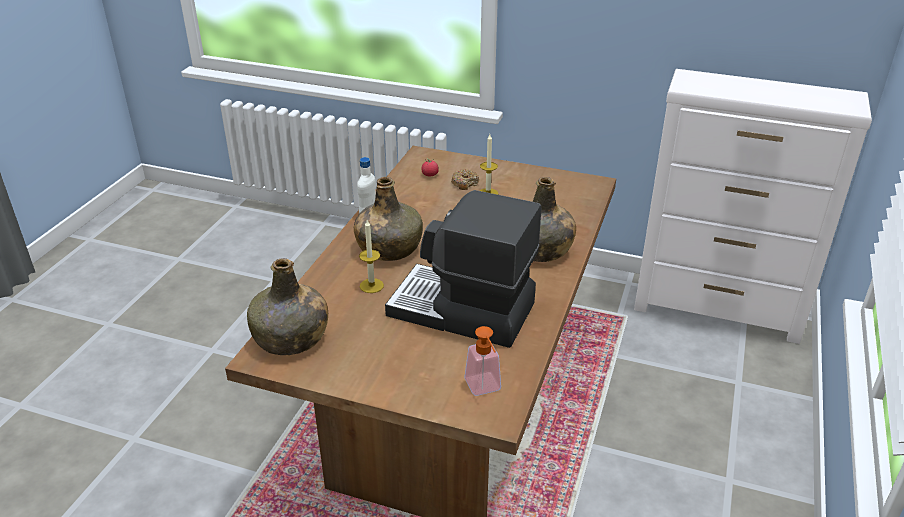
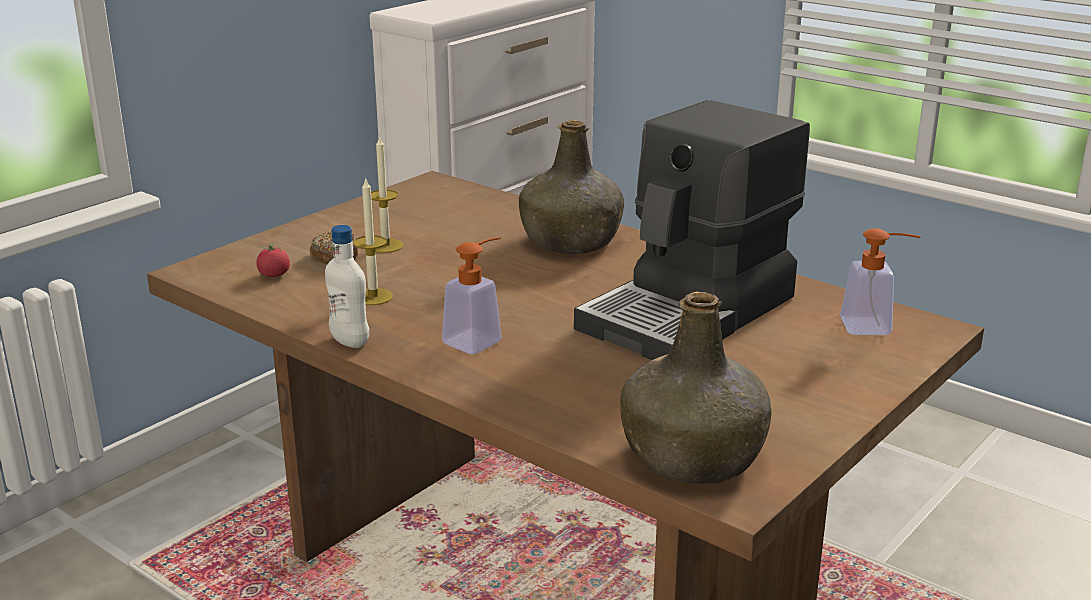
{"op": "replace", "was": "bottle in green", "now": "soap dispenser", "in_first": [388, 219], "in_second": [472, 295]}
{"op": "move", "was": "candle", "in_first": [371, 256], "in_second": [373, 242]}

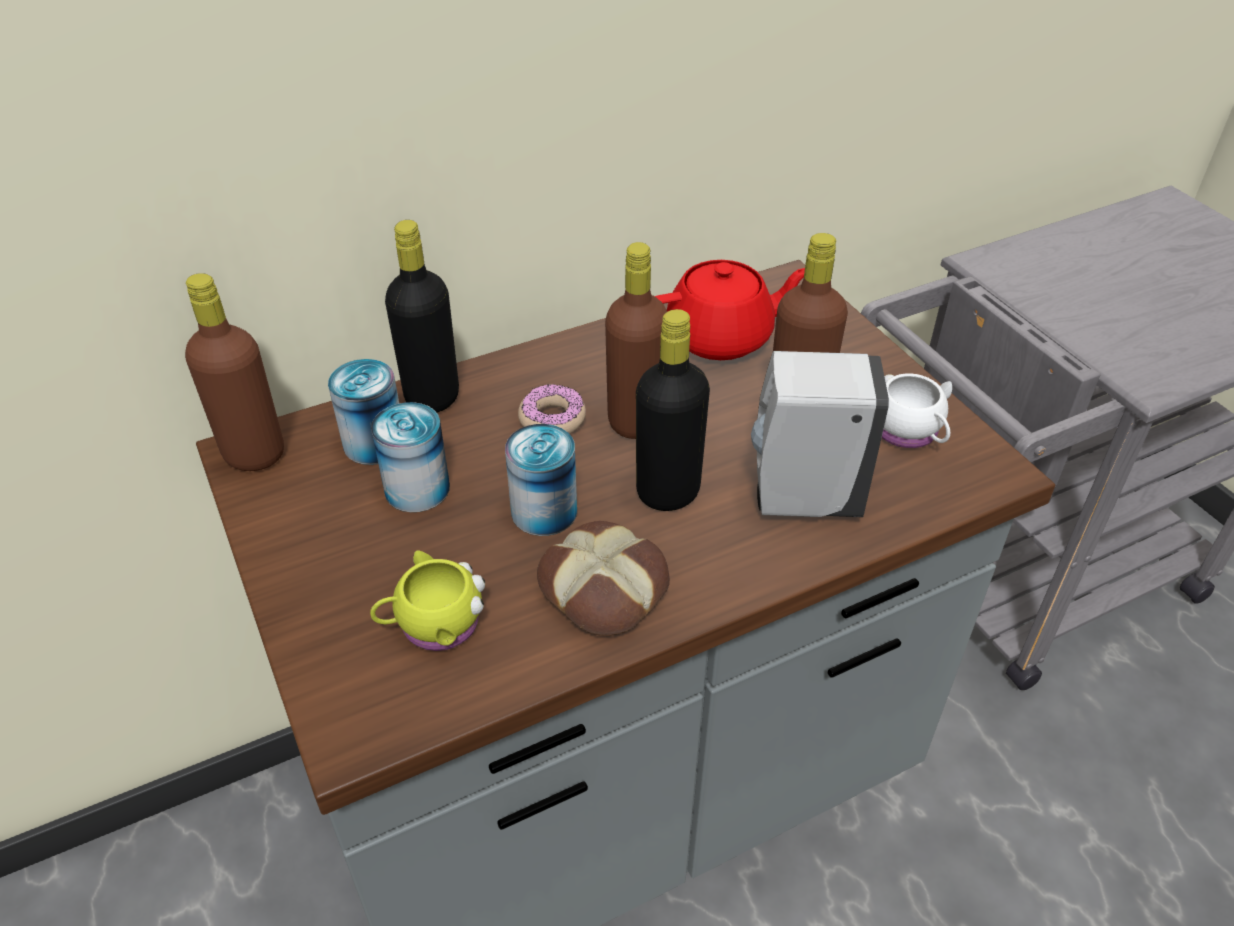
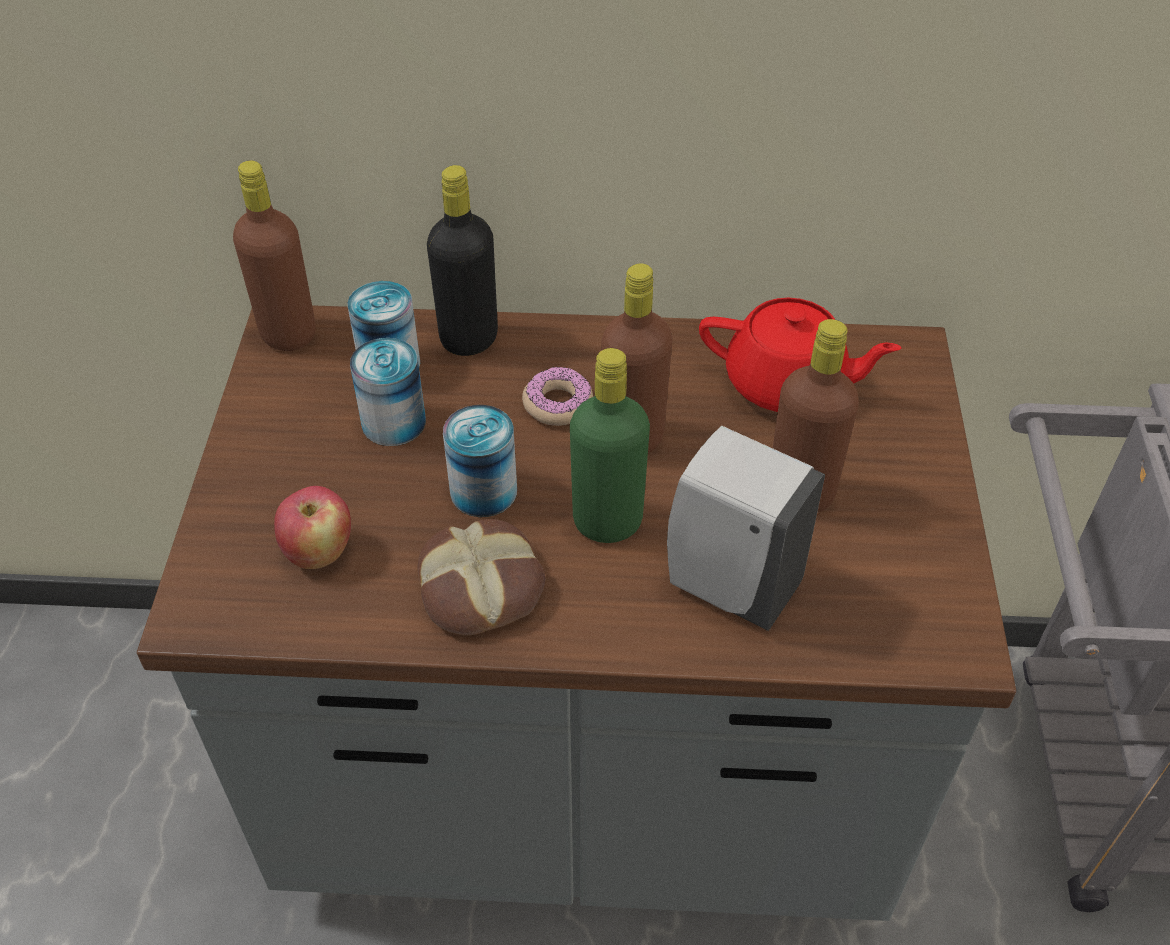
{"op": "recolor", "was": "bottle in black", "now": "bottle in green", "in_first": [673, 410], "in_second": [610, 445]}
{"op": "delete", "was": "mug in white", "in_first": [917, 410]}
{"op": "replace", "was": "mug in yellow", "now": "apple", "in_first": [427, 600], "in_second": [312, 527]}

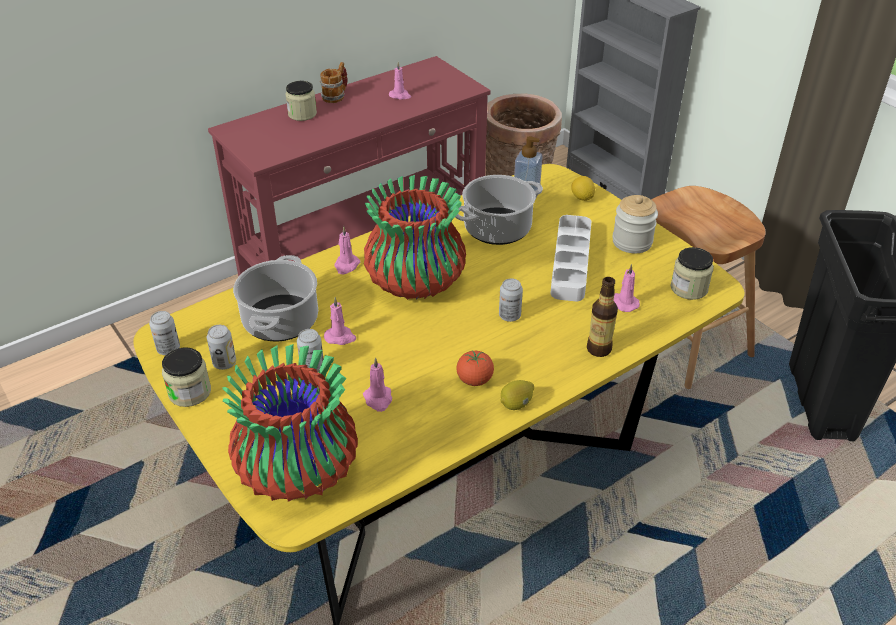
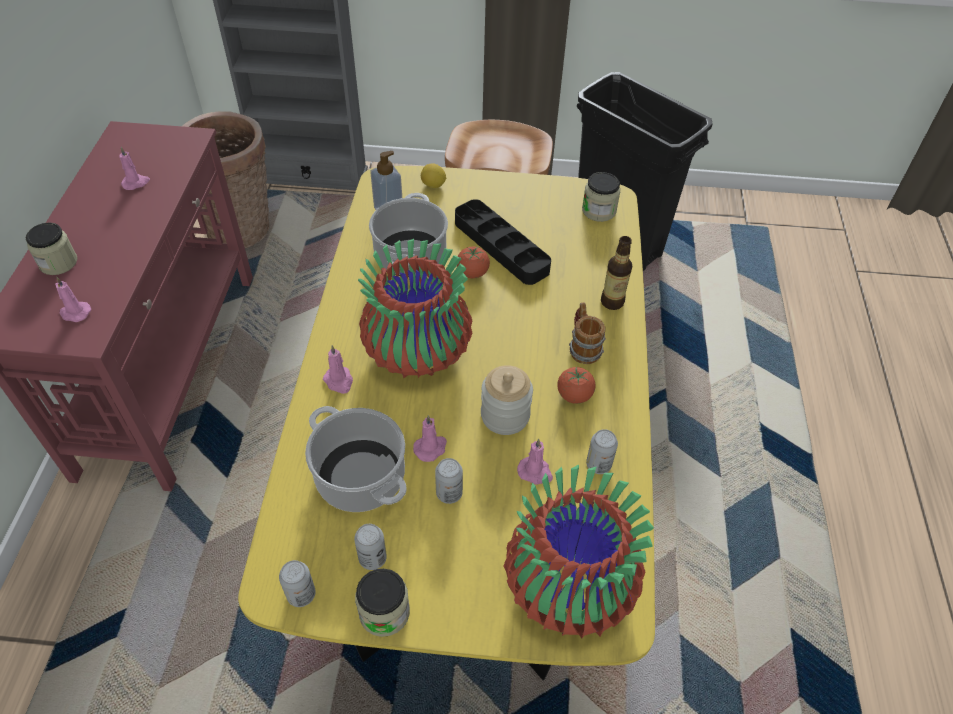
{"op": "move", "was": "mug", "in_first": [334, 82], "in_second": [587, 333]}
{"op": "move", "was": "jar", "in_first": [635, 224], "in_second": [507, 400]}
{"op": "recolor", "was": "tray in white", "now": "tray in black", "in_first": [570, 258], "in_second": [503, 242]}
{"op": "move", "was": "candle in pink", "in_first": [627, 288], "in_second": [73, 299]}
{"op": "move", "was": "can", "in_first": [511, 300], "in_second": [602, 451]}
{"op": "delete", "was": "lemon", "in_first": [517, 395]}
{"op": "insert", "now": "tomato", "in_second": [473, 262]}

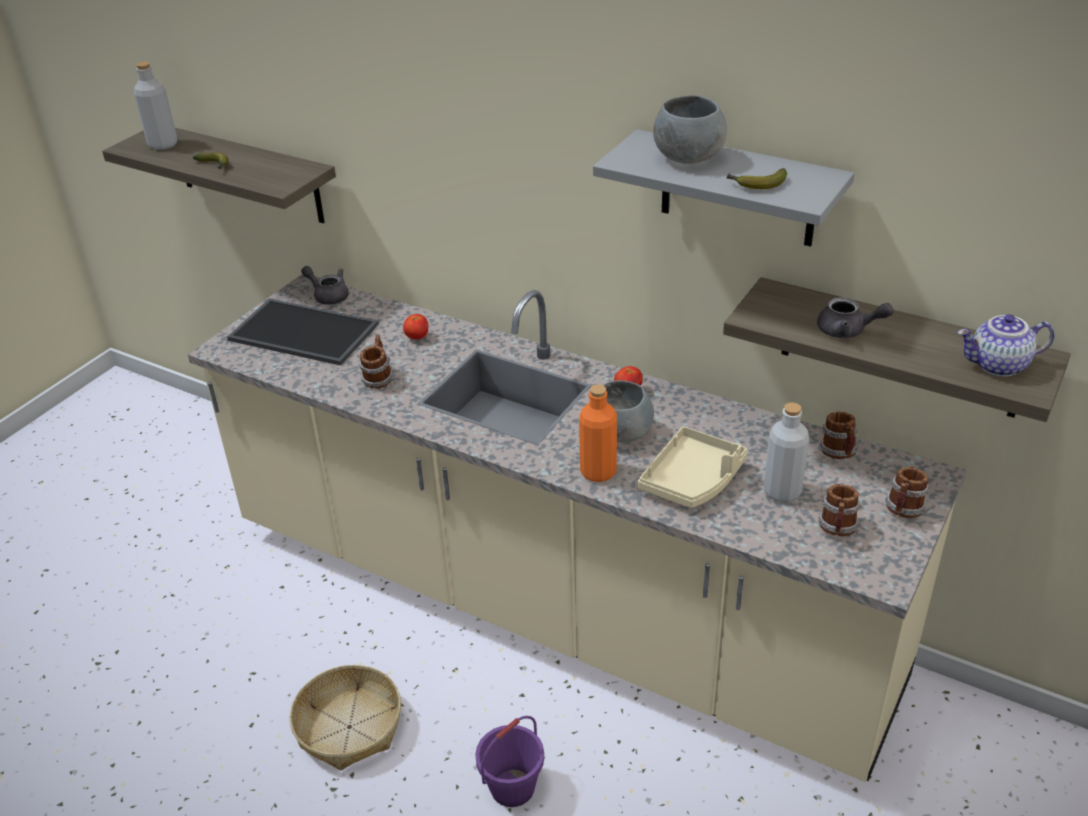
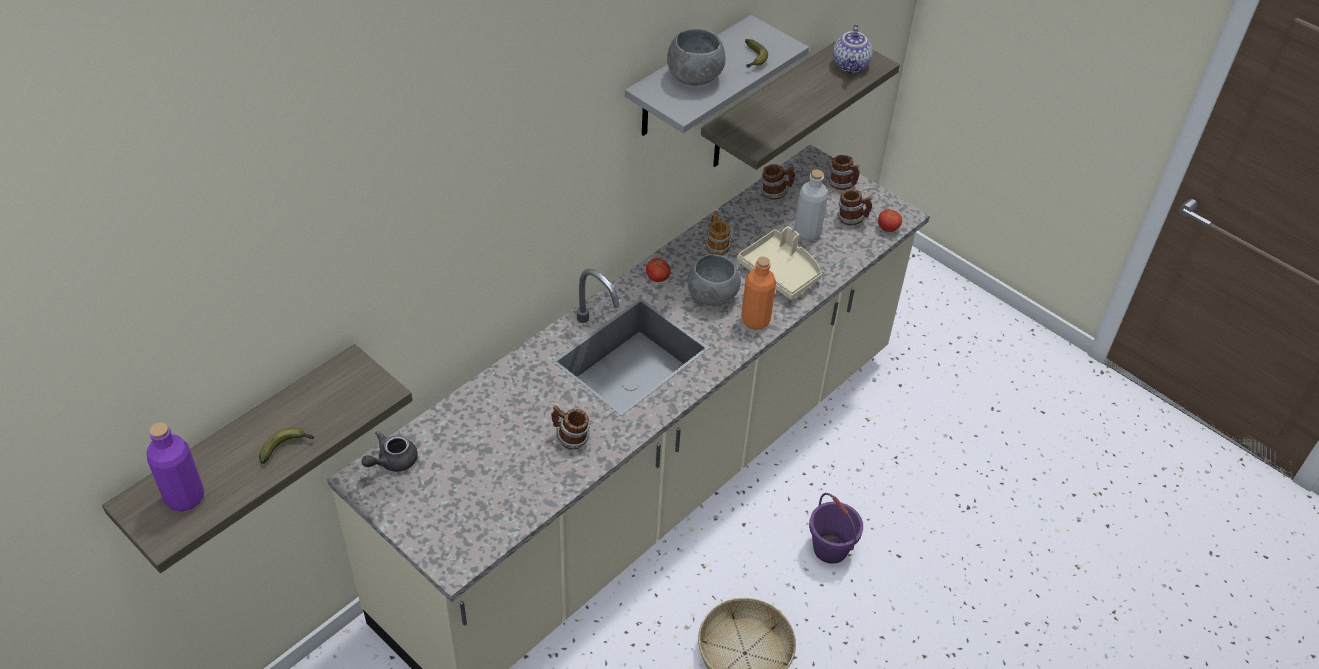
{"op": "recolor", "was": "bottle in grey", "now": "bottle in purple", "in_first": [156, 106], "in_second": [175, 467]}
{"op": "delete", "was": "teapot in grey", "in_first": [855, 317]}
{"op": "delete", "was": "tray", "in_first": [303, 331]}
{"op": "move", "was": "tomato", "in_first": [415, 327], "in_second": [890, 221]}
{"op": "insert", "now": "mug", "in_second": [718, 233]}

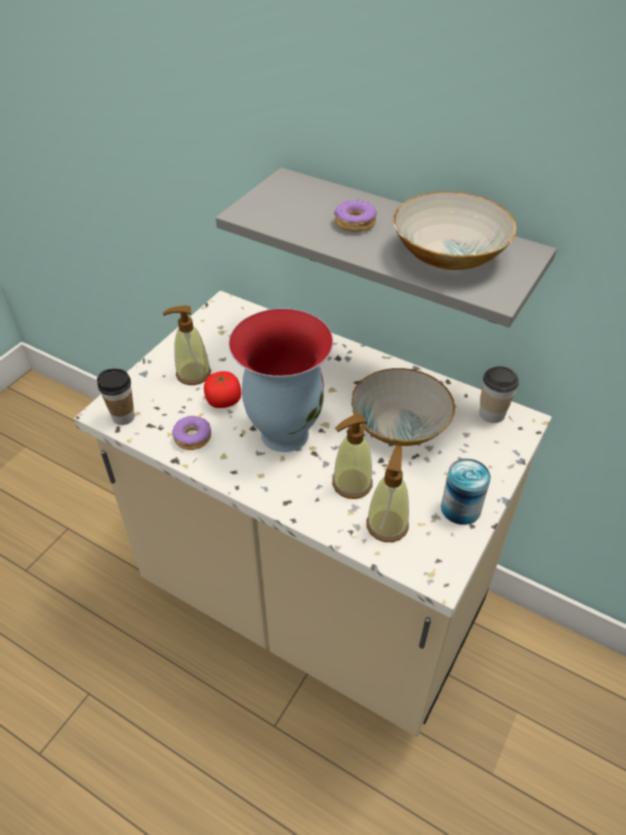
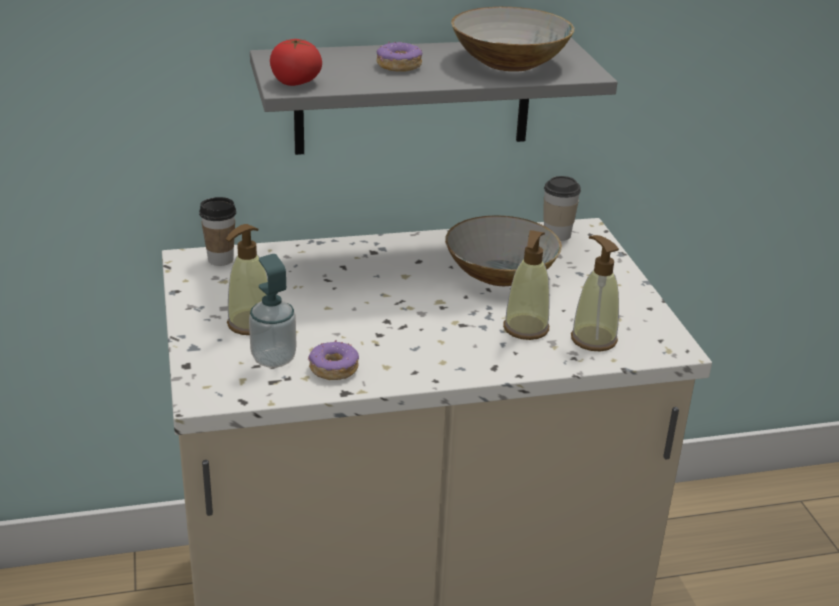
{"op": "delete", "was": "vase", "in_first": [281, 380]}
{"op": "move", "was": "cup", "in_first": [116, 396], "in_second": [217, 231]}
{"op": "move", "was": "tomato", "in_first": [222, 389], "in_second": [296, 62]}
{"op": "delete", "was": "can", "in_first": [466, 492]}
{"op": "insert", "now": "soap dispenser", "in_second": [272, 311]}

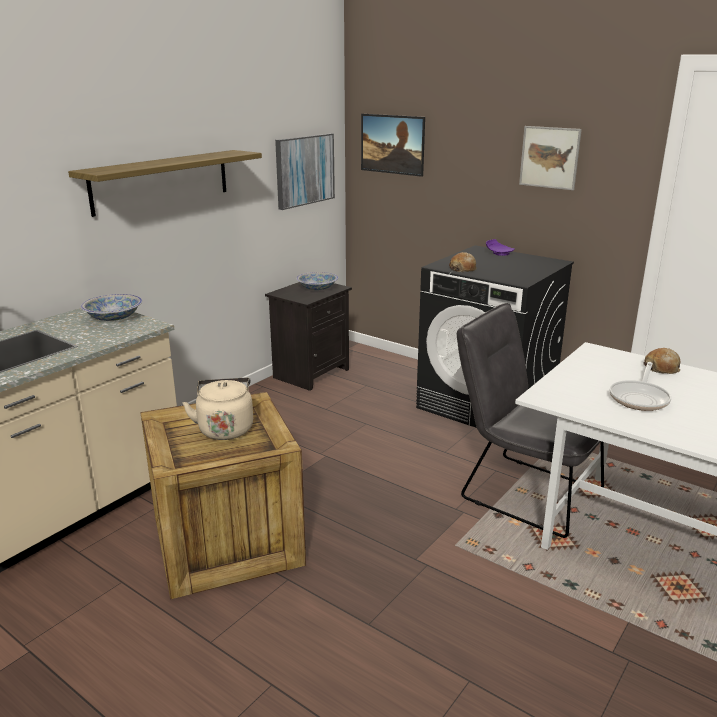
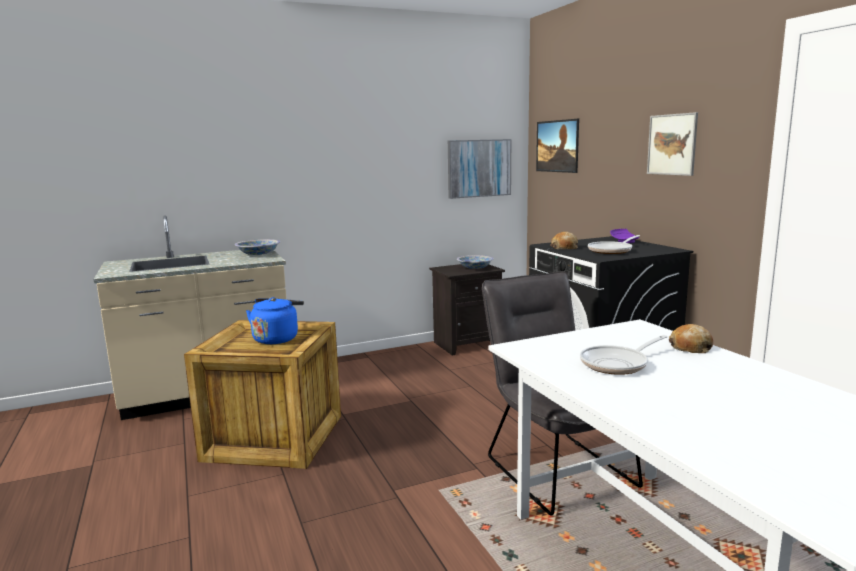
{"op": "delete", "was": "shelf", "in_first": [165, 183]}
{"op": "recolor", "was": "kettle in beige", "now": "kettle in blue", "in_first": [218, 409], "in_second": [275, 320]}
{"op": "insert", "now": "frying pan", "in_second": [614, 244]}

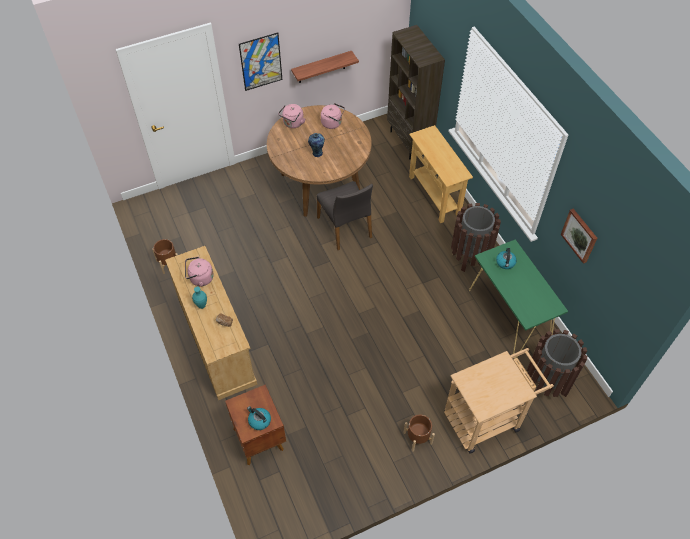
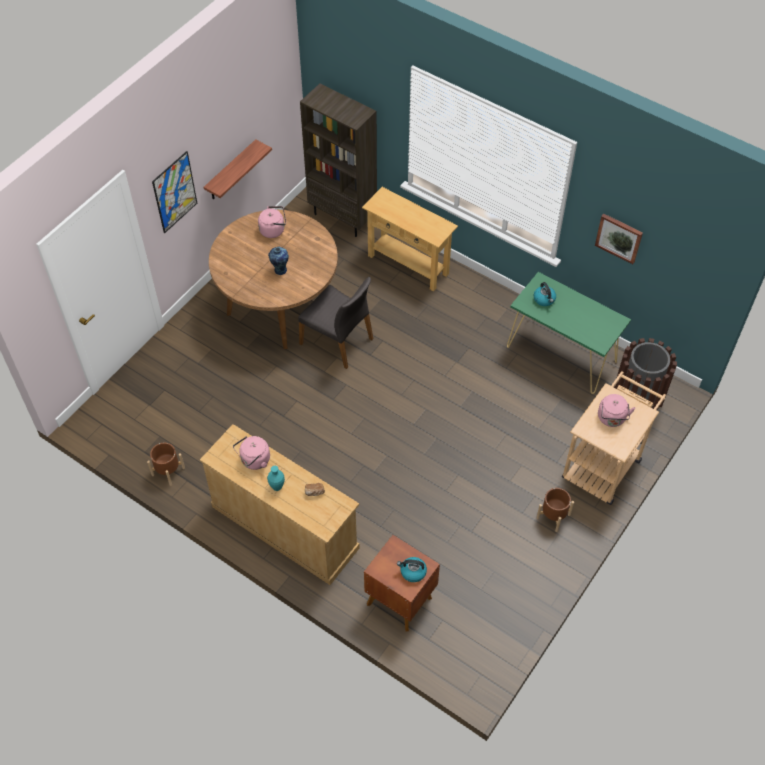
{"op": "move", "was": "kettle in pink", "in_first": [292, 116], "in_second": [617, 410]}
{"op": "delete", "was": "trash can in brown", "in_first": [476, 237]}

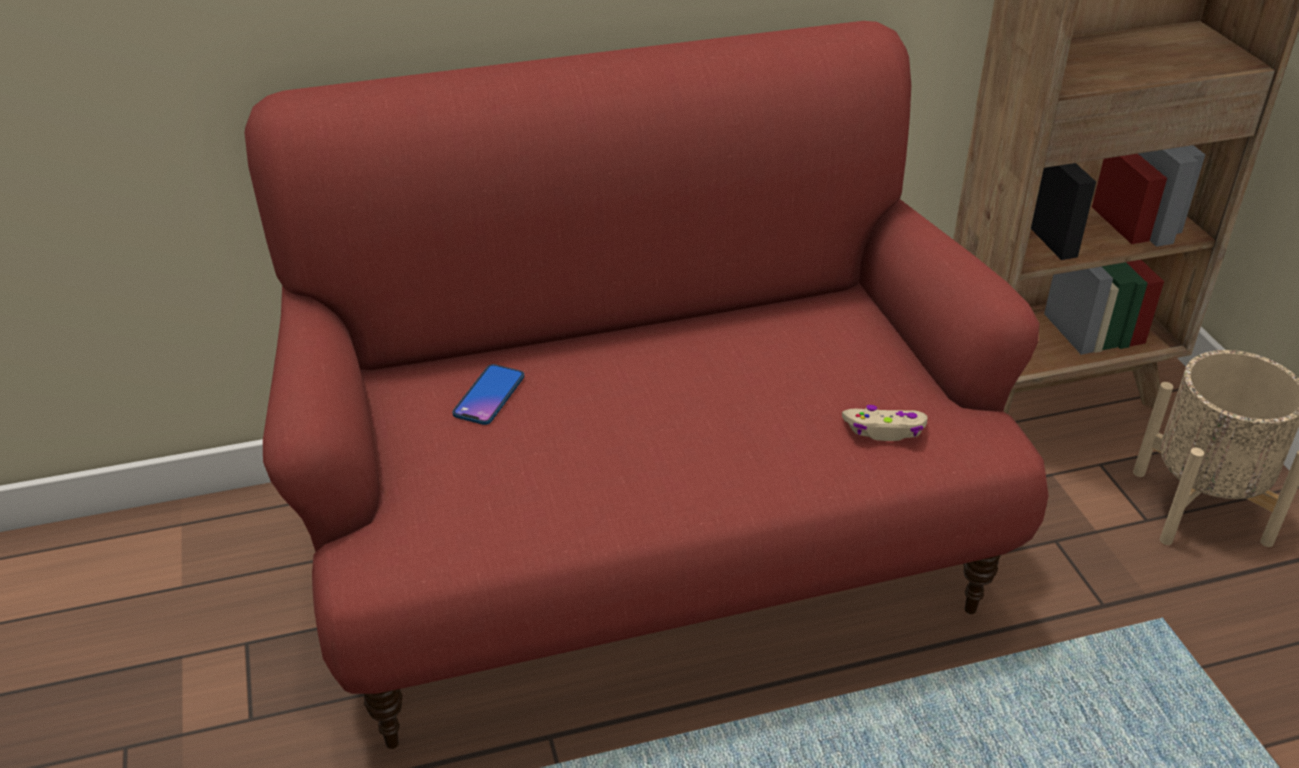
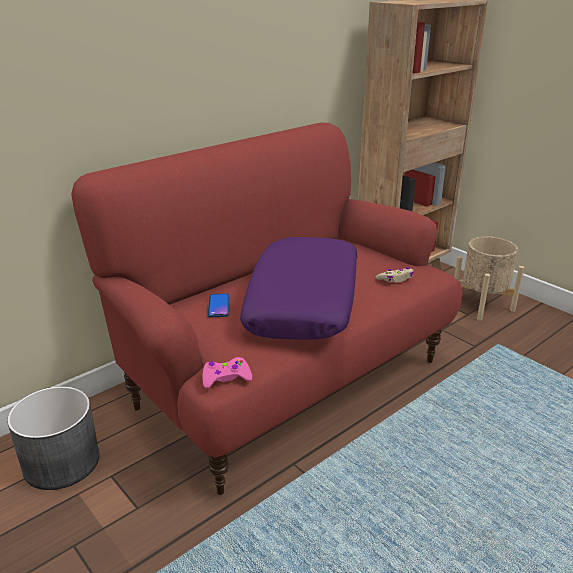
{"op": "insert", "now": "pillow in purple", "in_second": [298, 288]}
{"op": "insert", "now": "game controller in pink", "in_second": [227, 373]}
{"op": "insert", "now": "planter in grey", "in_second": [53, 438]}

